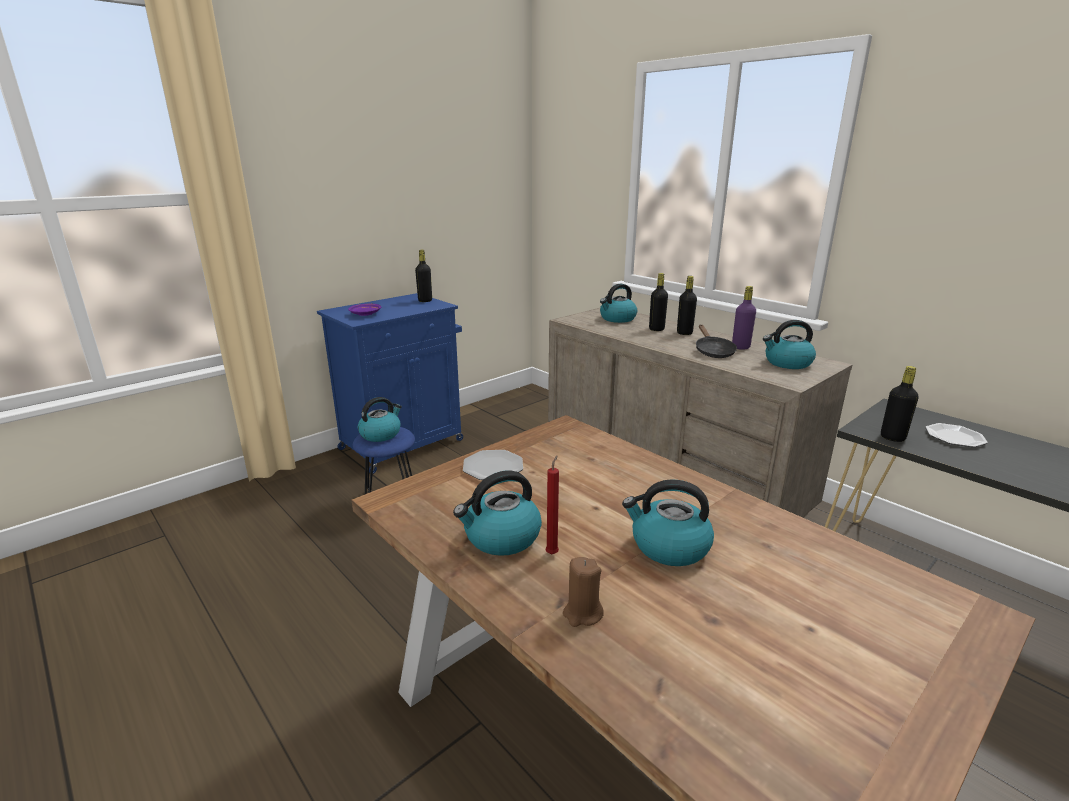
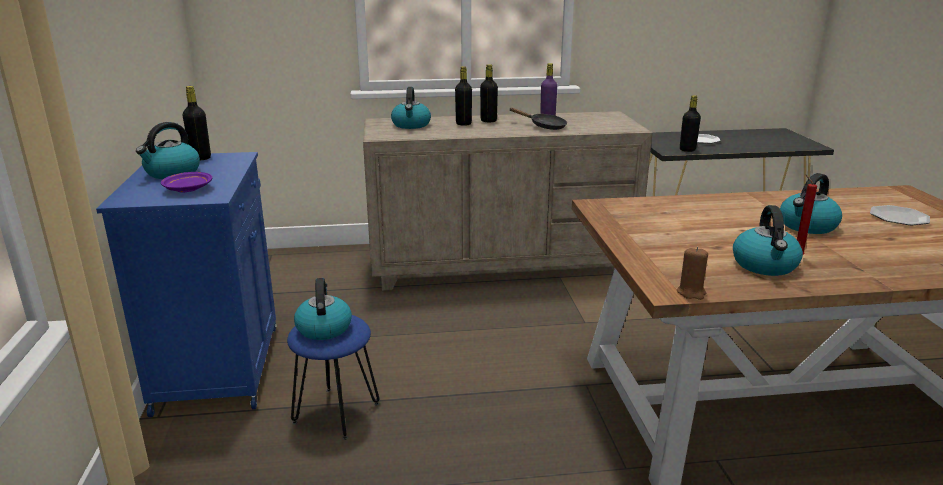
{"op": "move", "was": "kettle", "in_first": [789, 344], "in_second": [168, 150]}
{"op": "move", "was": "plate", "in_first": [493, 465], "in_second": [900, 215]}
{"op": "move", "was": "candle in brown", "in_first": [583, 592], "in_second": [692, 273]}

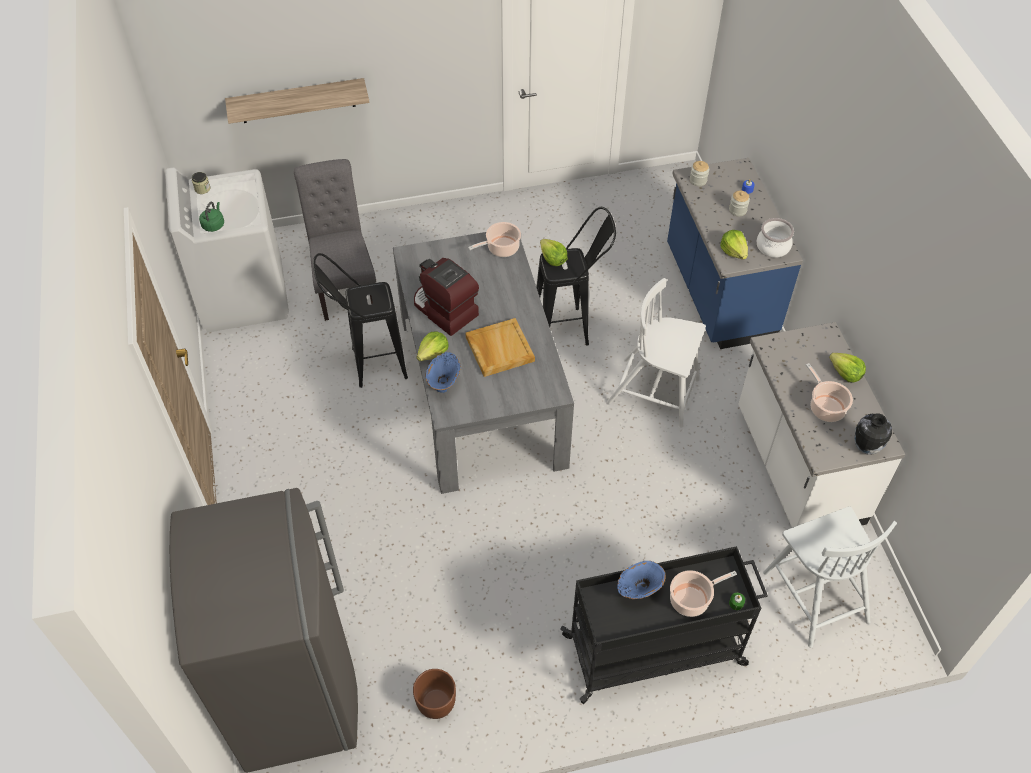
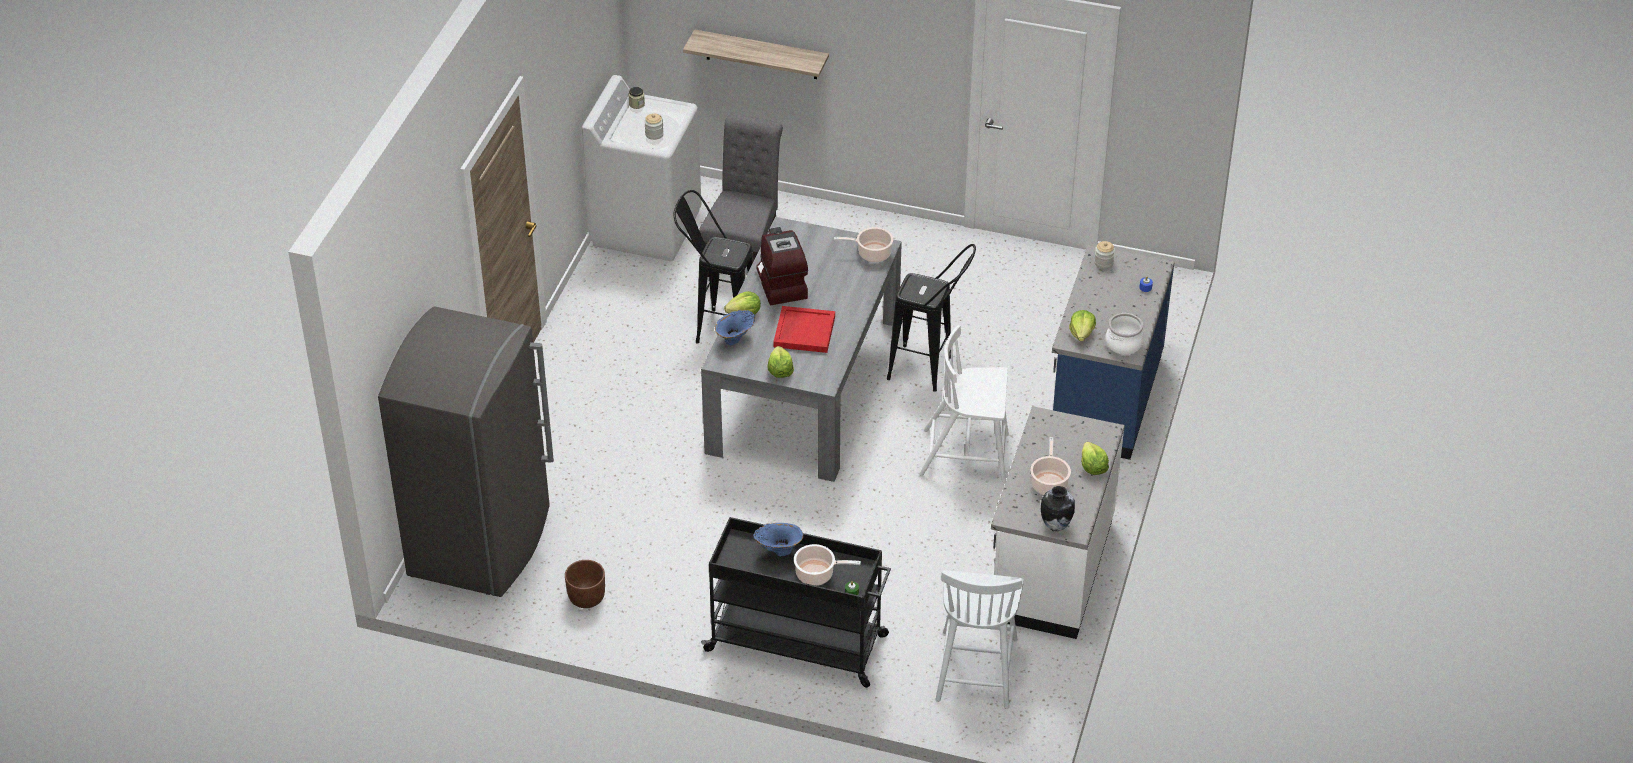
{"op": "move", "was": "jar", "in_first": [739, 203], "in_second": [654, 126]}
{"op": "delete", "was": "kettle in green", "in_first": [211, 217]}
{"op": "move", "was": "lettuce", "in_first": [554, 252], "in_second": [780, 362]}
{"op": "rotate", "was": "chair in white", "in_first": [656, 353], "in_second": [964, 404], "clockwise": -45}
{"op": "recolor", "was": "tray in beige", "now": "tray in red", "in_first": [500, 347], "in_second": [804, 329]}

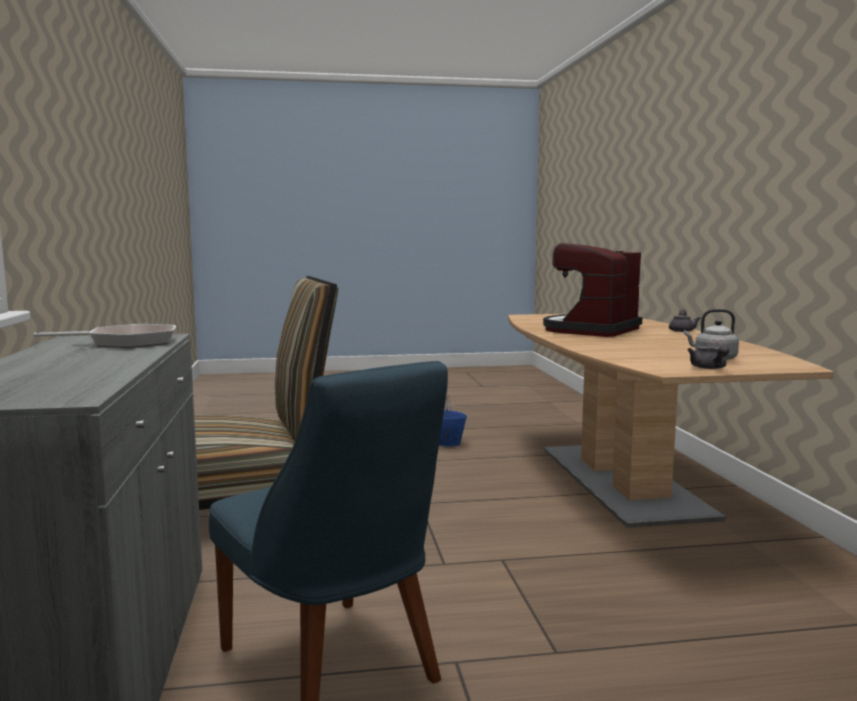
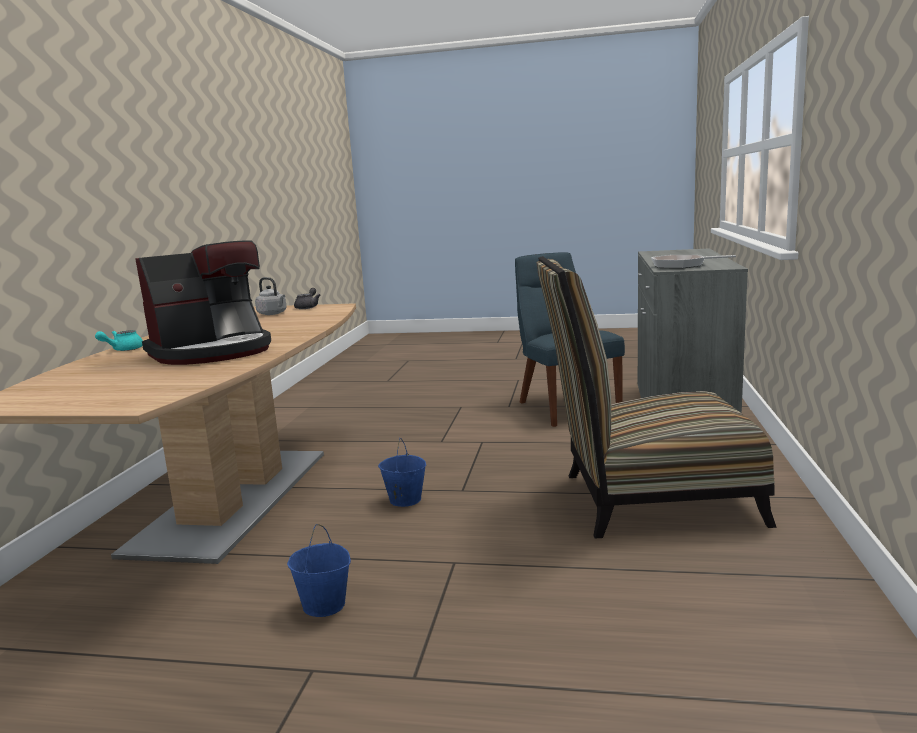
{"op": "recolor", "was": "teapot in grey", "now": "teapot in turquoise", "in_first": [684, 321], "in_second": [119, 340]}
{"op": "insert", "now": "bucket in blue", "in_second": [402, 472]}

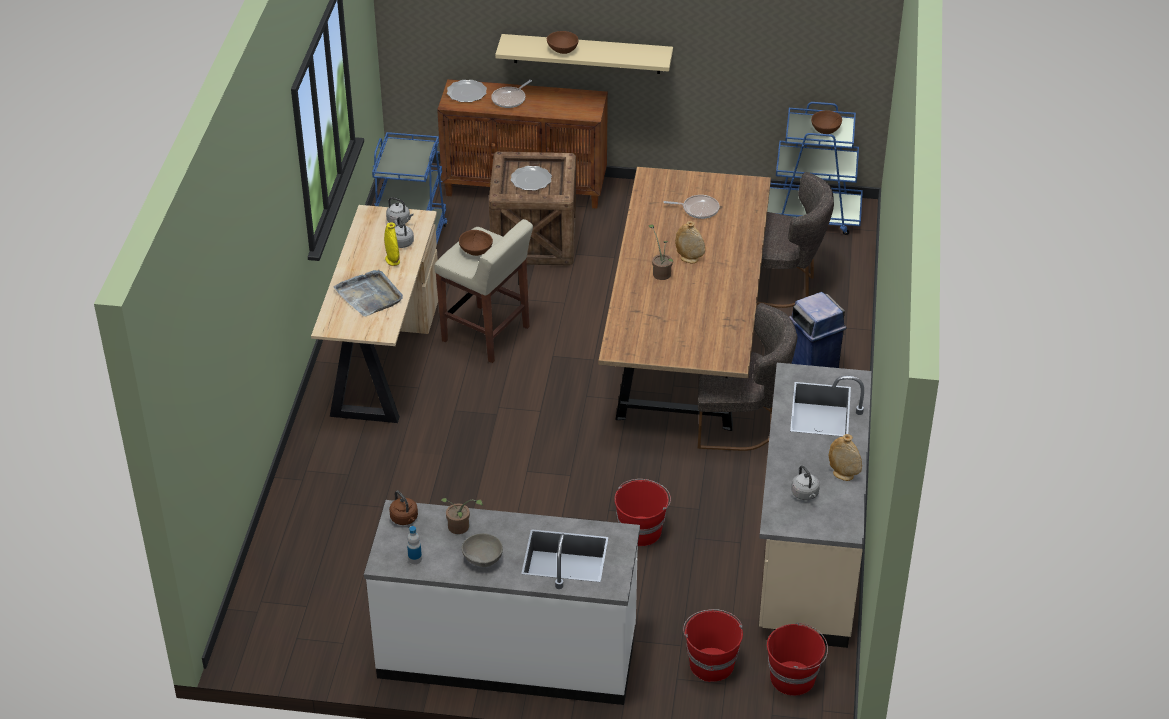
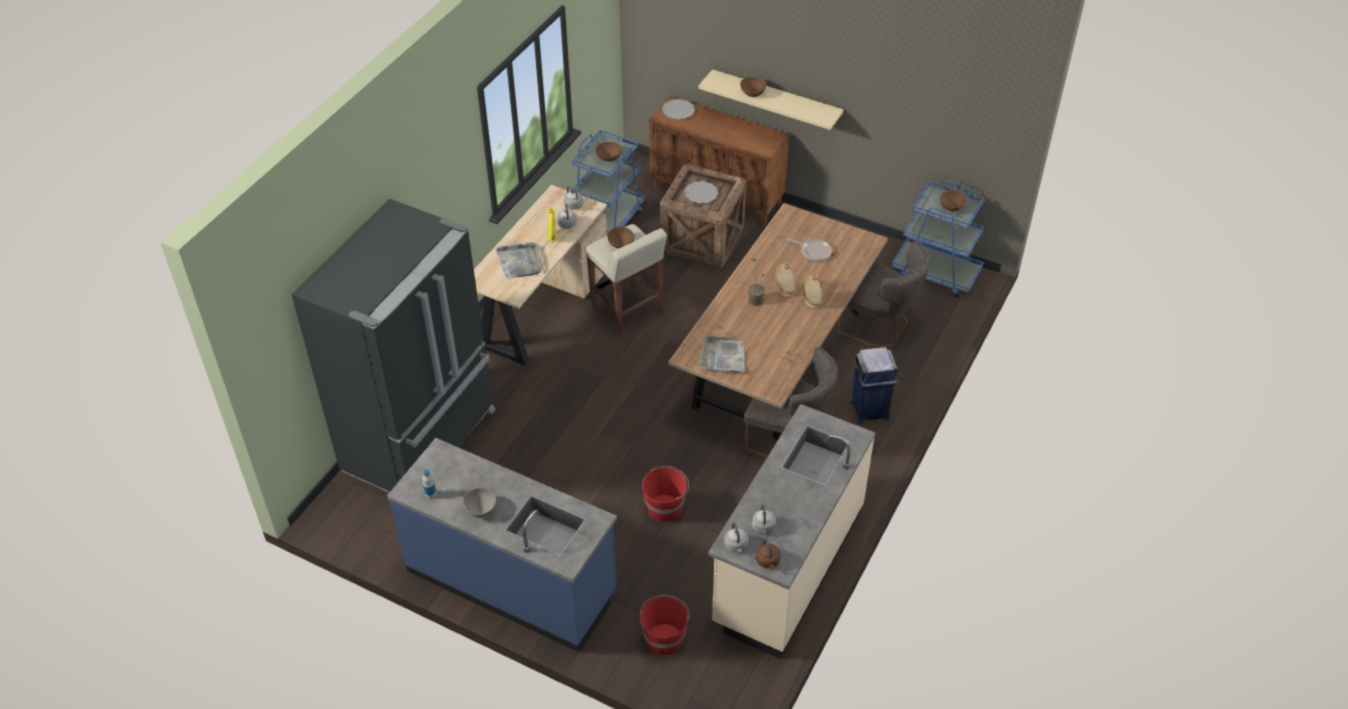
{"op": "delete", "was": "frying pan", "in_first": [511, 94]}
{"op": "move", "was": "vase in beige", "in_first": [845, 457], "in_second": [813, 291]}
{"op": "move", "was": "kettle in brown", "in_first": [403, 507], "in_second": [768, 553]}
{"op": "delete", "was": "potted plant", "in_first": [461, 516]}
{"op": "recolor", "was": "counter in white", "now": "counter in blue", "in_first": [502, 602], "in_second": [502, 545]}
{"op": "delete", "was": "bucket in red", "in_first": [797, 659]}
{"op": "insert", "now": "bowl in brown", "in_second": [608, 151]}
{"op": "insert", "now": "fridge in black", "in_second": [393, 346]}
{"op": "insert", "now": "tray in grey", "in_second": [721, 353]}
{"op": "insert", "now": "kettle in grey", "in_second": [736, 538]}

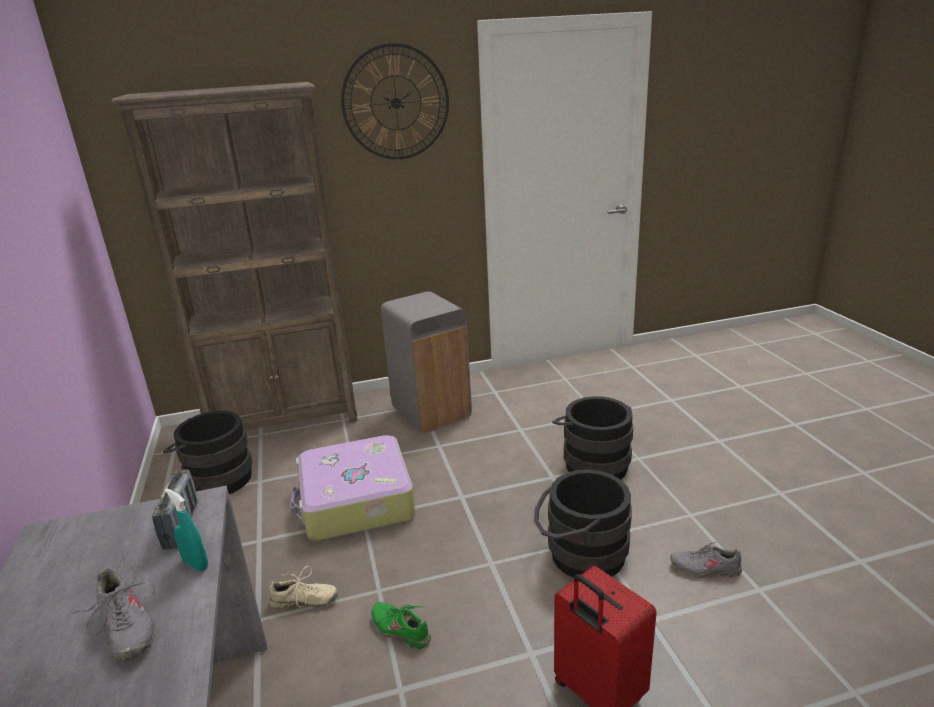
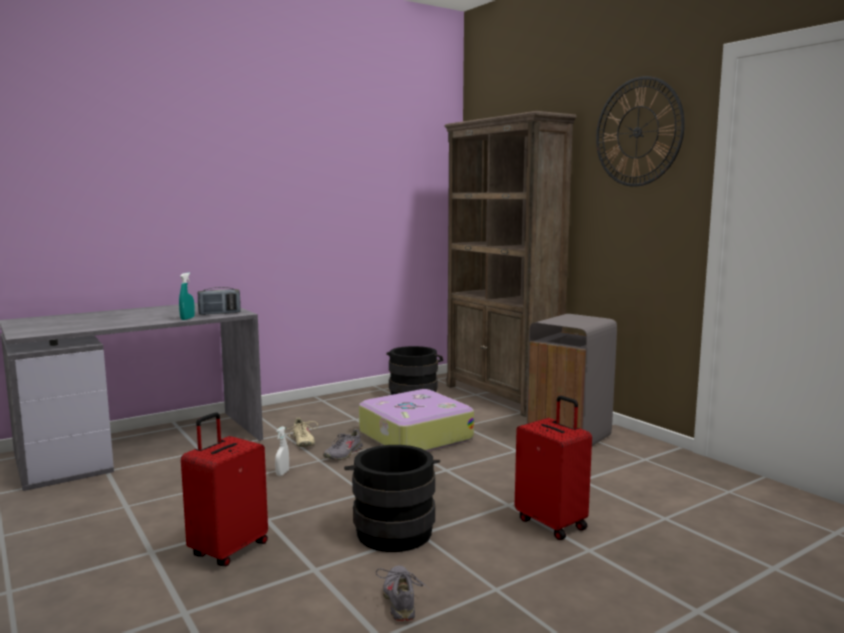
{"op": "replace", "was": "bucket in black", "now": "suitcase in red", "in_first": [592, 438], "in_second": [553, 468]}
{"op": "move", "was": "shoe in grey", "in_first": [114, 614], "in_second": [343, 444]}
{"op": "replace", "was": "shoe in green", "now": "spray bottle in white", "in_first": [401, 625], "in_second": [282, 451]}

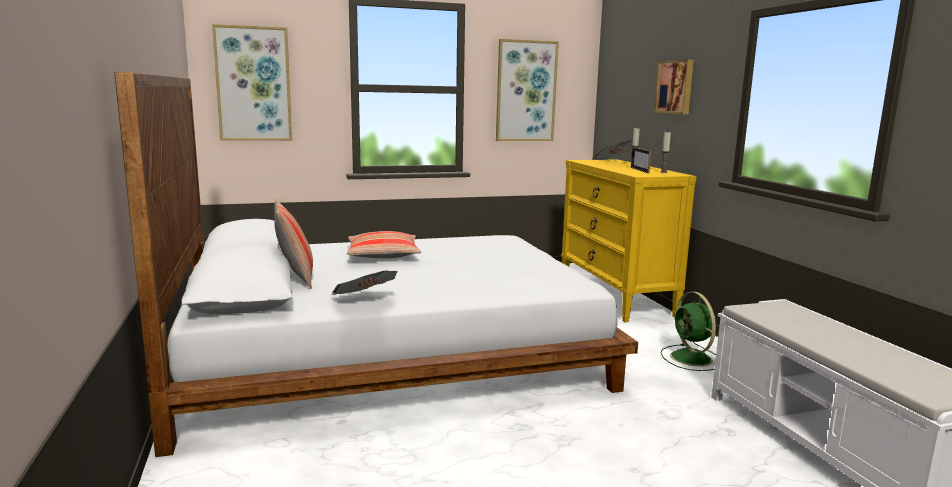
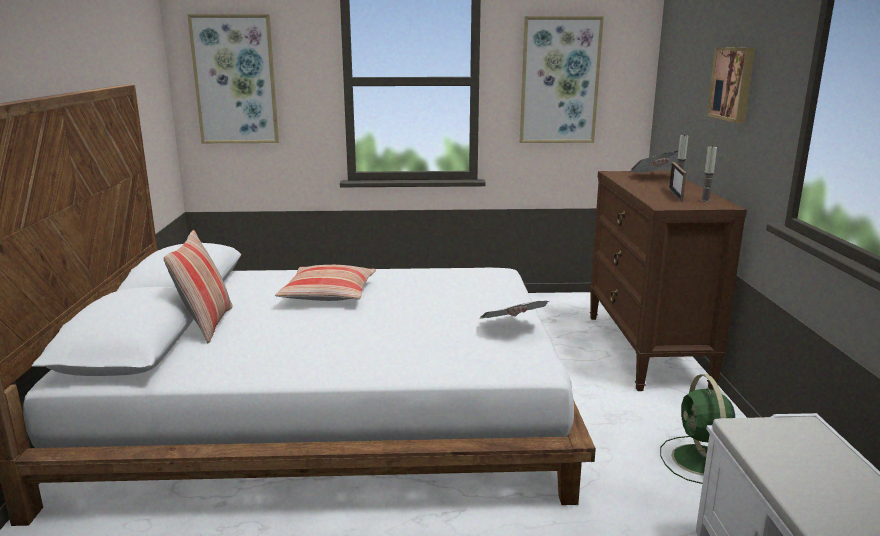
{"op": "recolor", "was": "dresser in yellow", "now": "dresser in brown", "in_first": [629, 240], "in_second": [668, 281]}
{"op": "move", "was": "newspaper", "in_first": [364, 282], "in_second": [514, 310]}

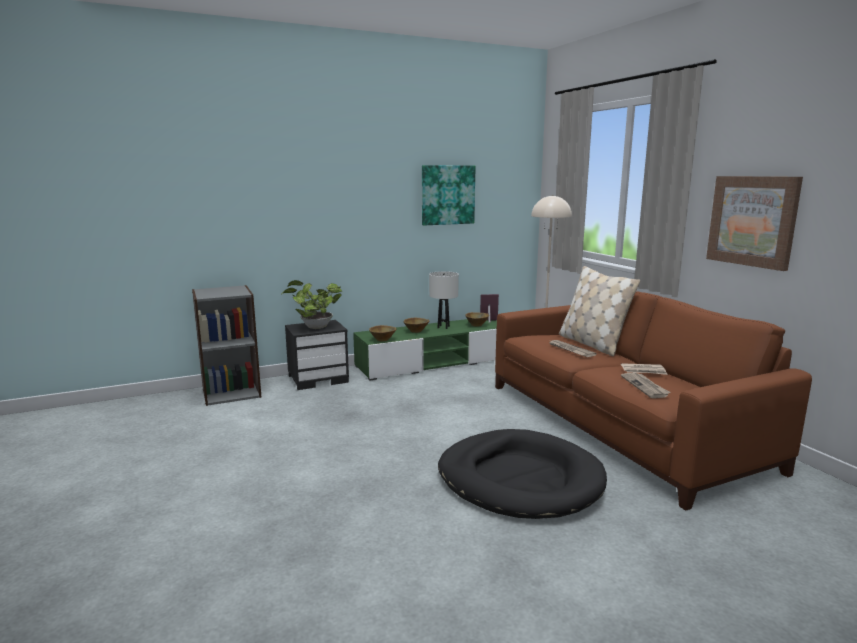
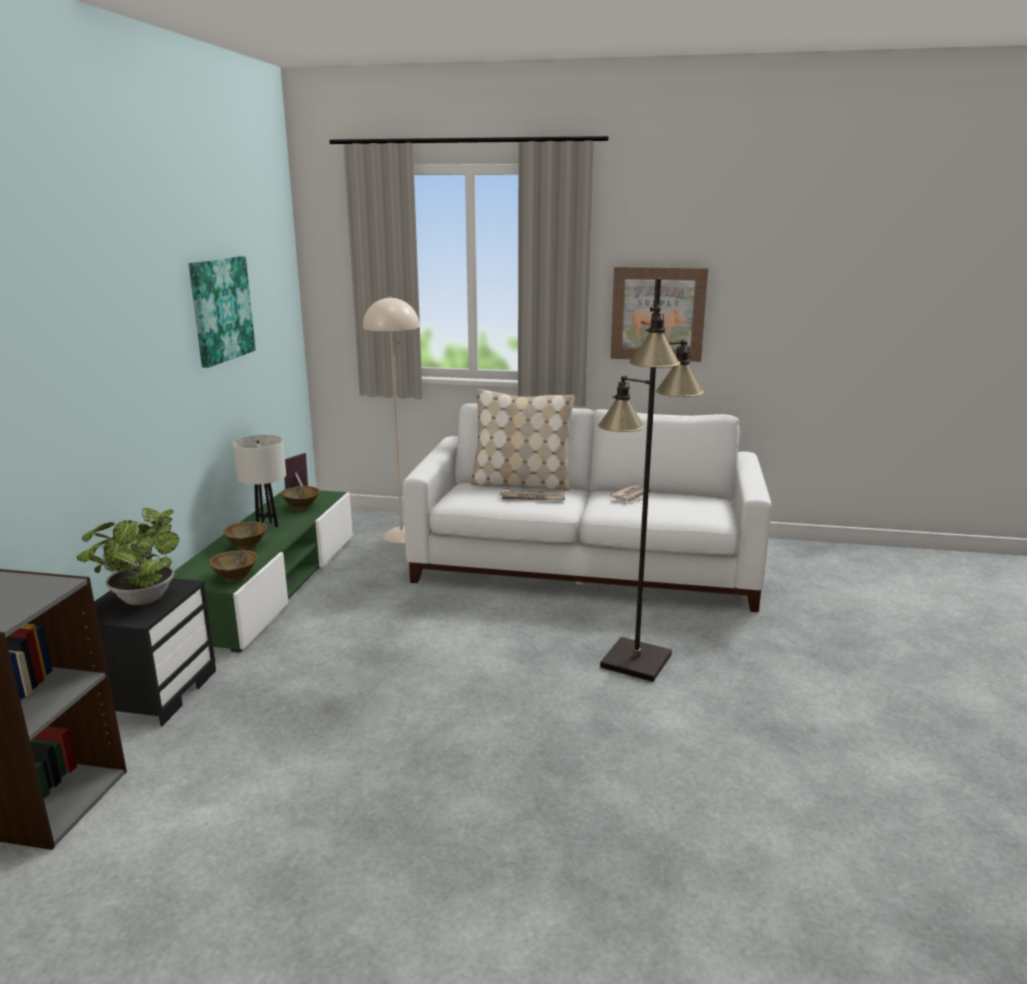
{"op": "recolor", "was": "sofa in brown", "now": "sofa in white", "in_first": [653, 401], "in_second": [587, 508]}
{"op": "delete", "was": "newspaper", "in_first": [646, 385]}
{"op": "replace", "was": "dog bed in black", "now": "floor lamp in black", "in_first": [522, 474], "in_second": [651, 480]}

